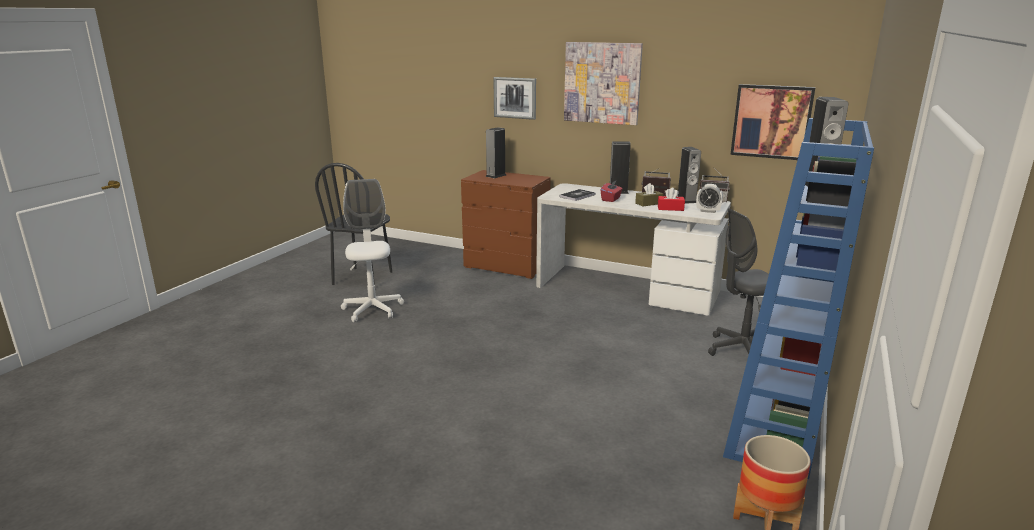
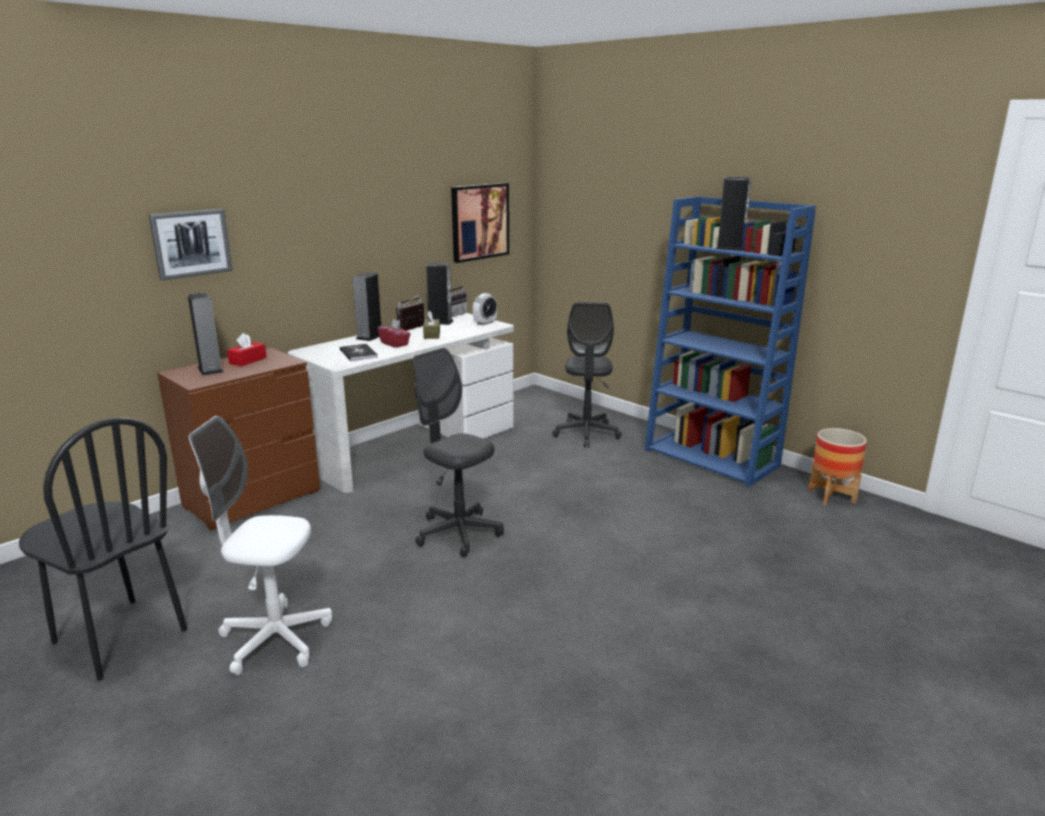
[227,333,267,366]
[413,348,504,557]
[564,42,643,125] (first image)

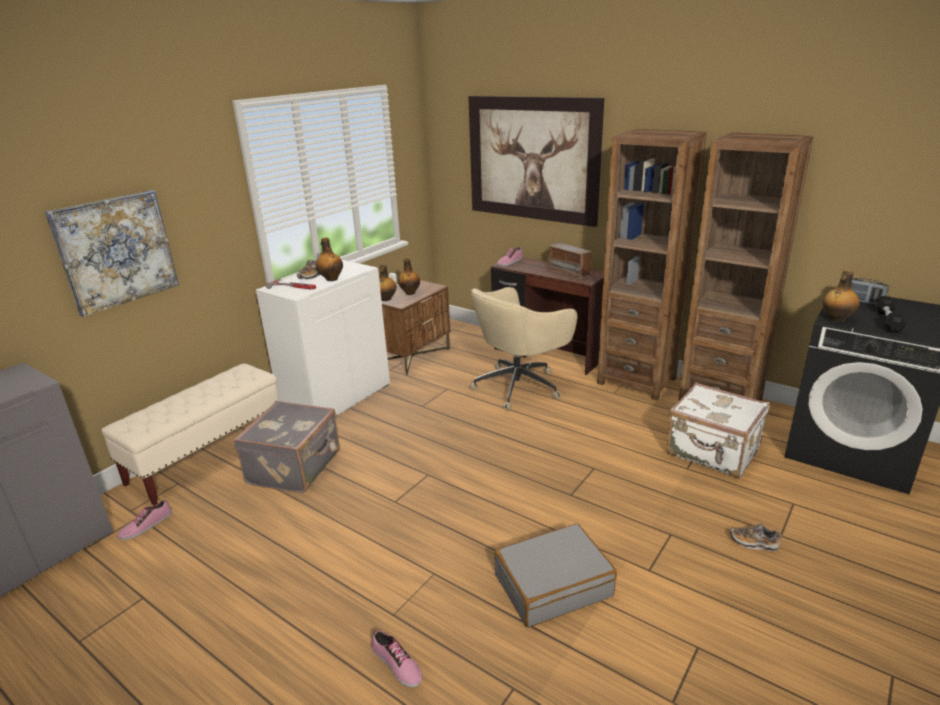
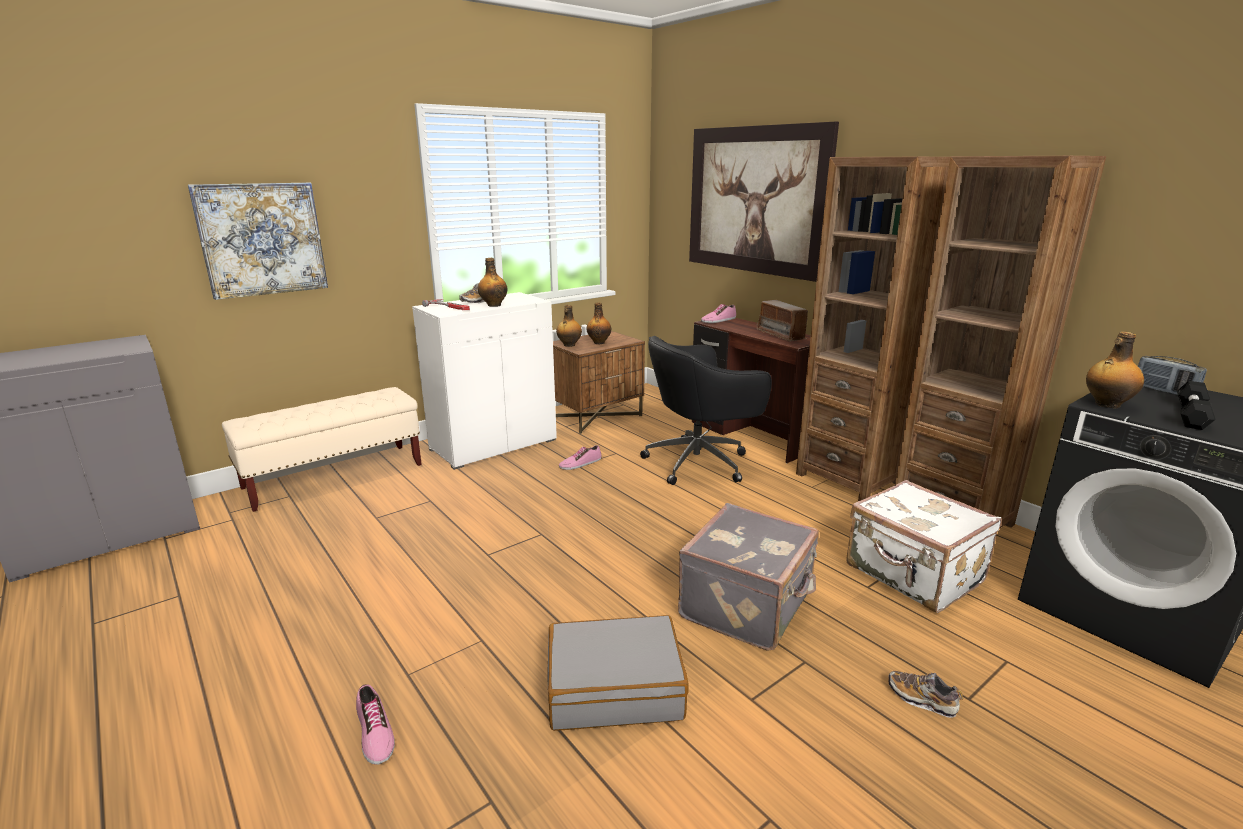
[559,445,601,470]
[640,336,772,485]
[678,503,819,651]

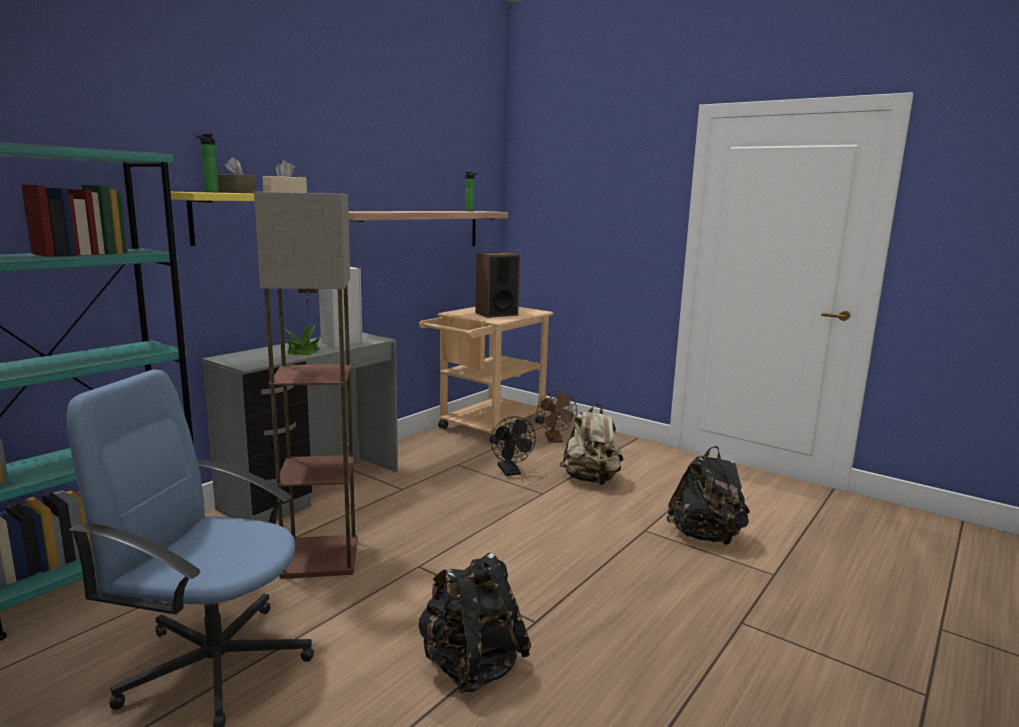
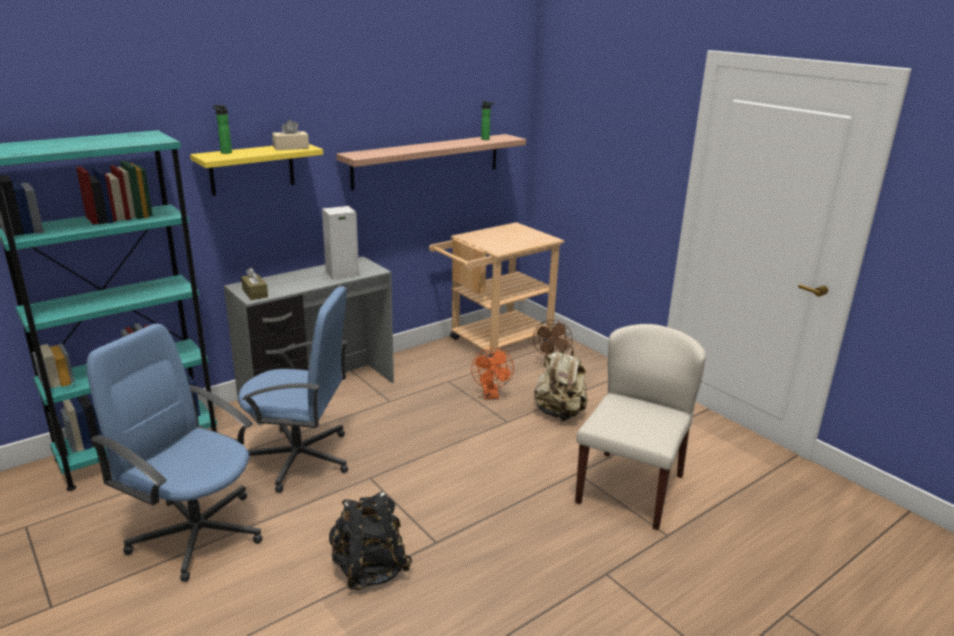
[238,286,348,493]
[241,267,268,300]
[471,348,514,399]
[575,324,706,530]
[284,323,322,355] (first image)
[475,252,520,318] (first image)

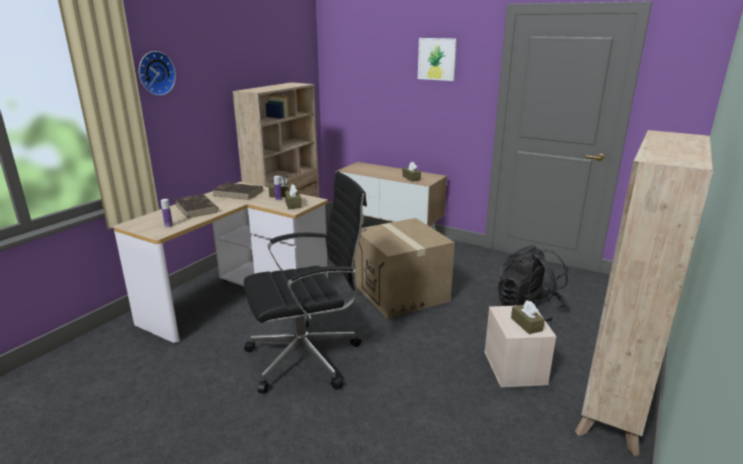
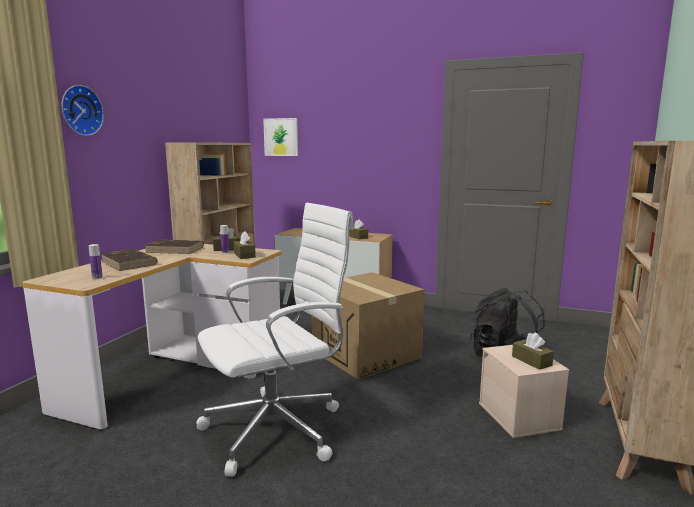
[196,203,354,476]
[263,118,298,156]

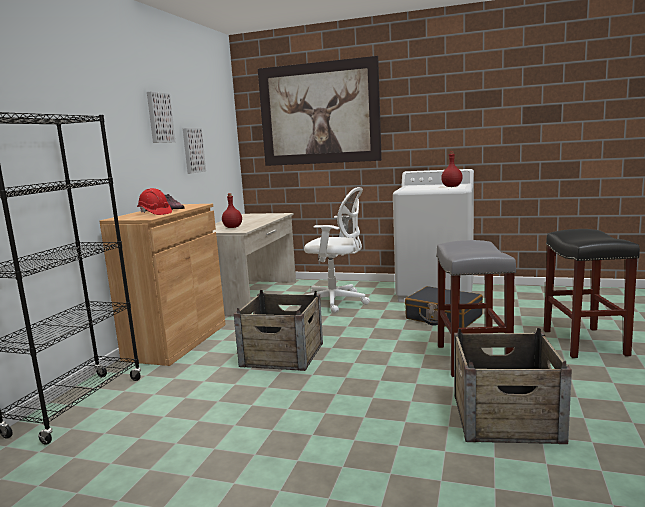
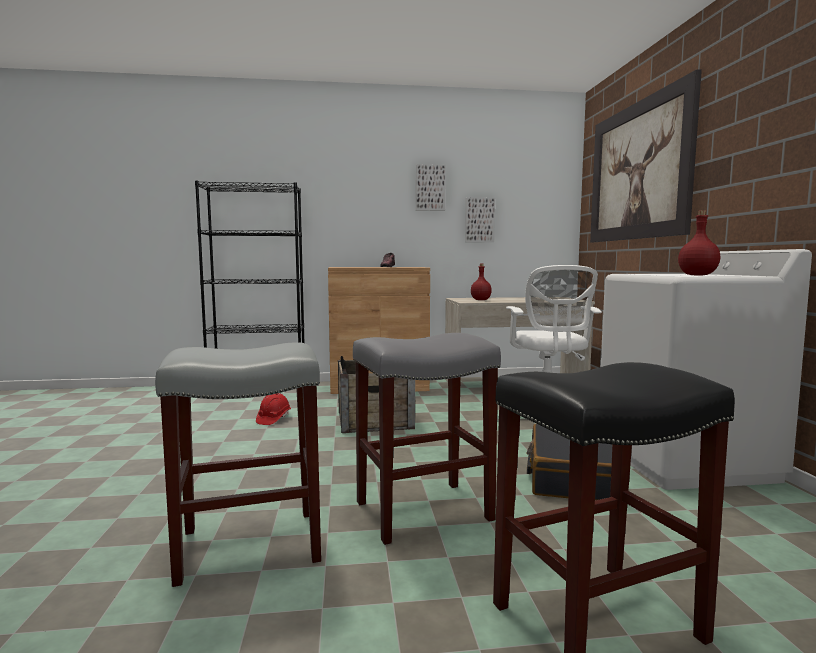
[155,342,321,587]
[256,393,291,425]

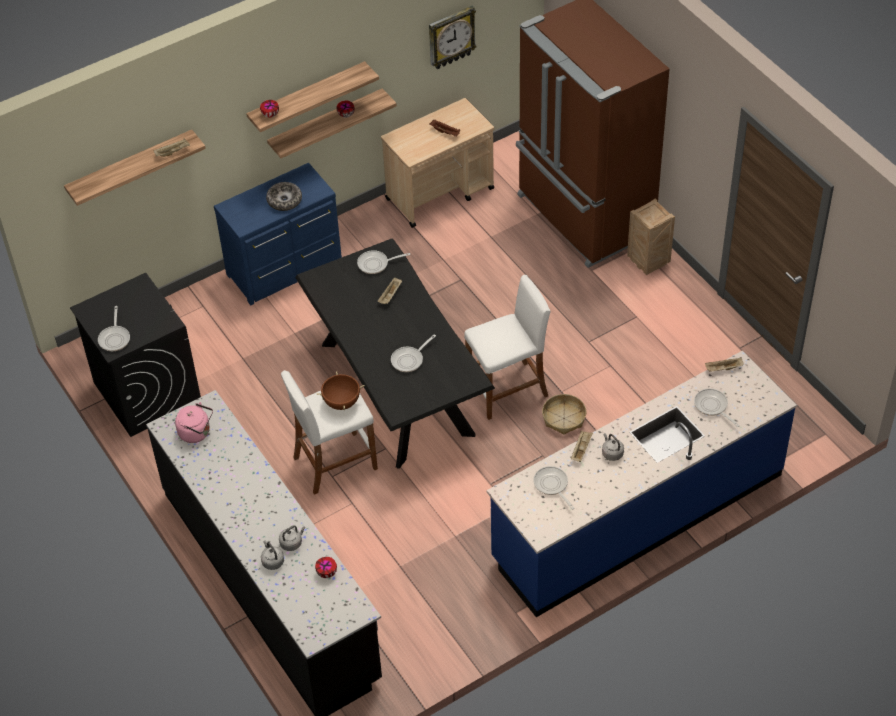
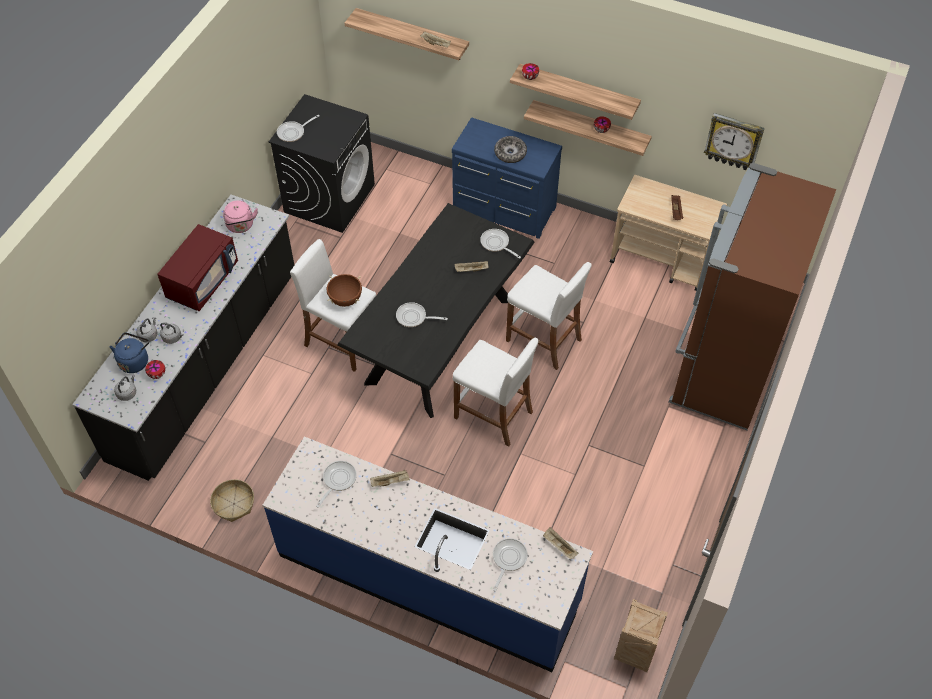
[109,333,149,373]
[114,375,136,401]
[157,224,238,311]
[210,479,254,522]
[506,262,592,370]
[614,599,668,672]

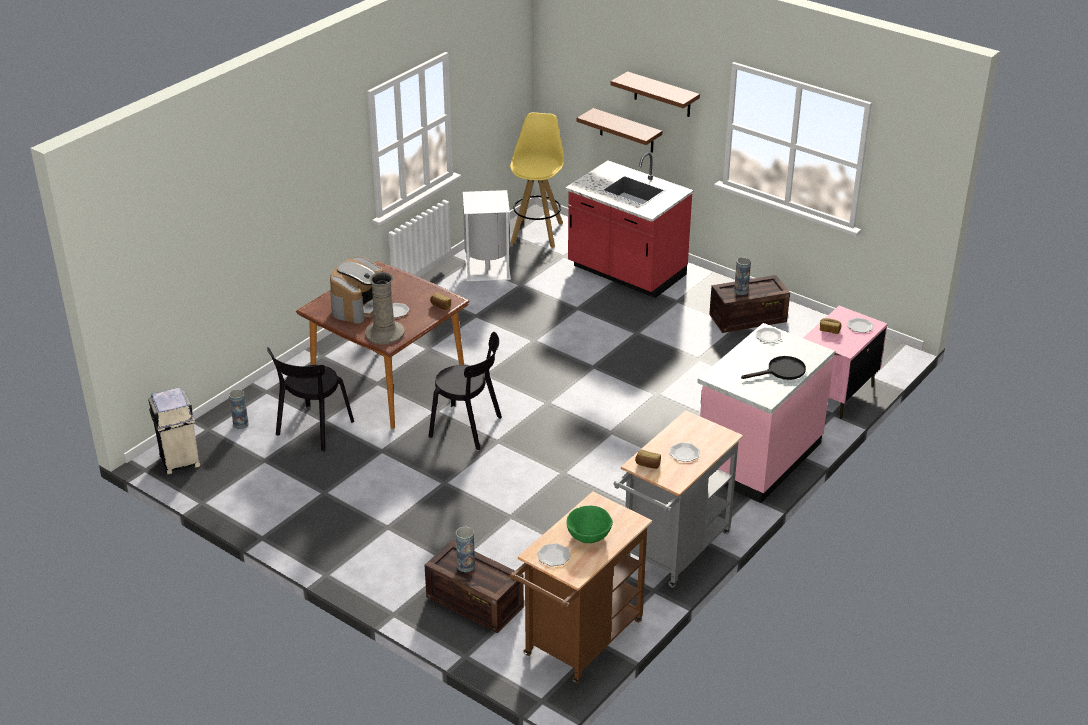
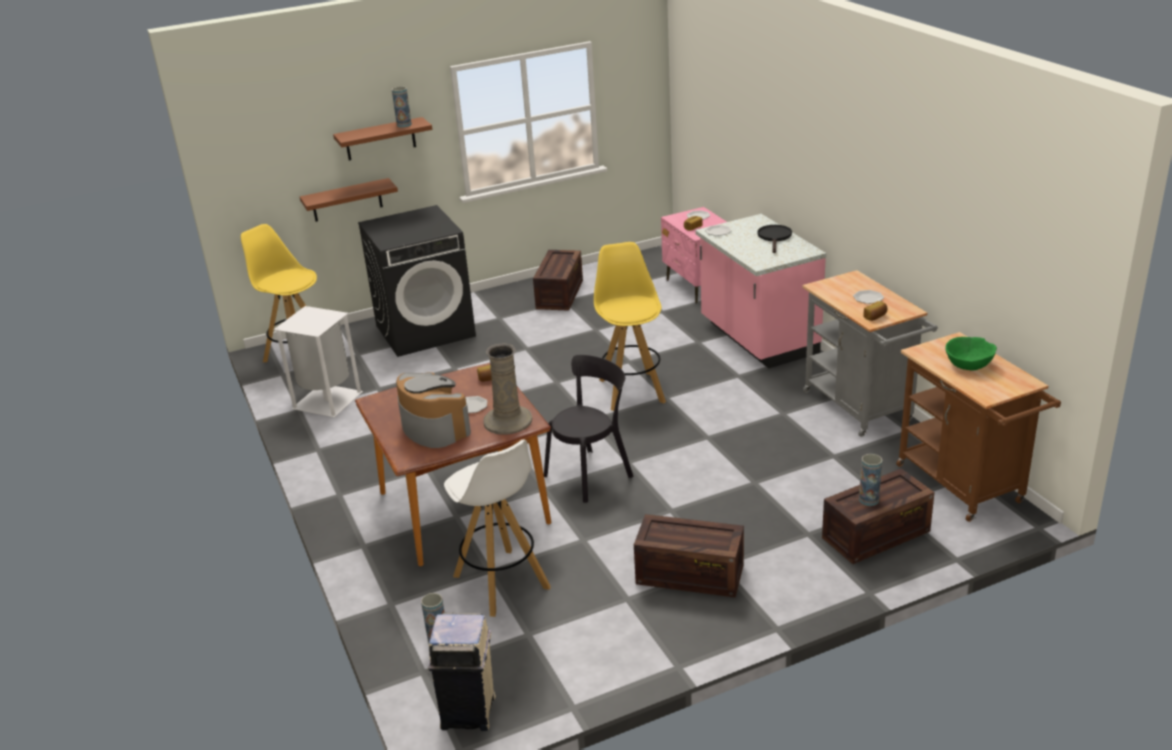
[358,205,476,357]
[392,87,412,128]
[444,440,551,617]
[594,242,666,411]
[634,514,744,598]
[537,543,571,566] (first image)

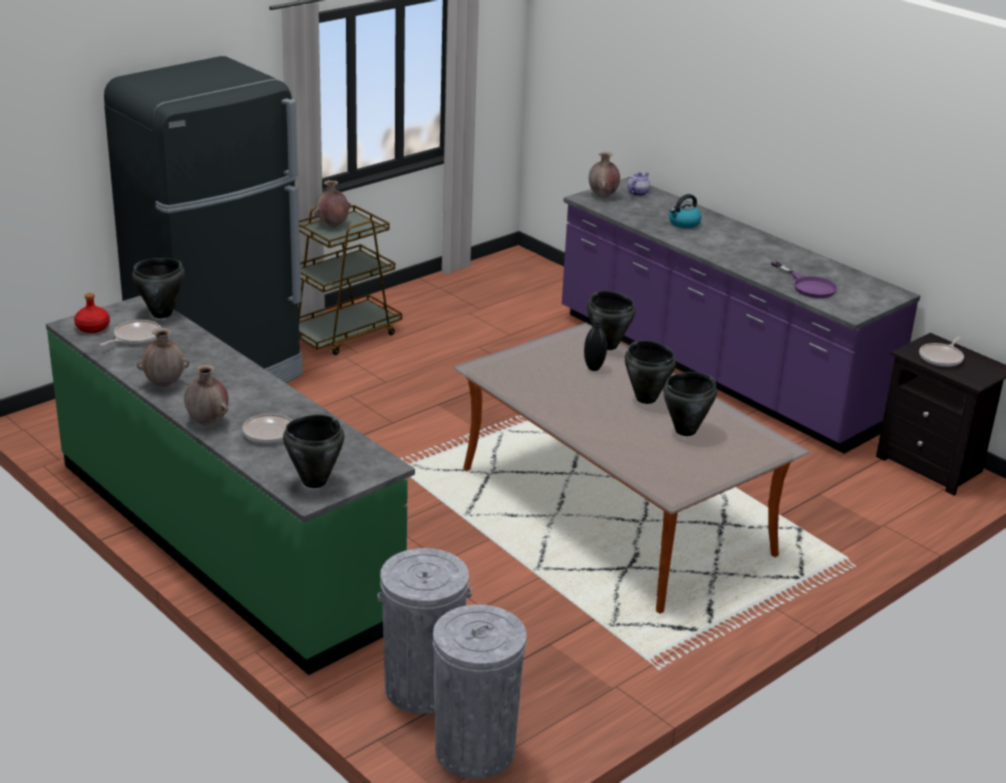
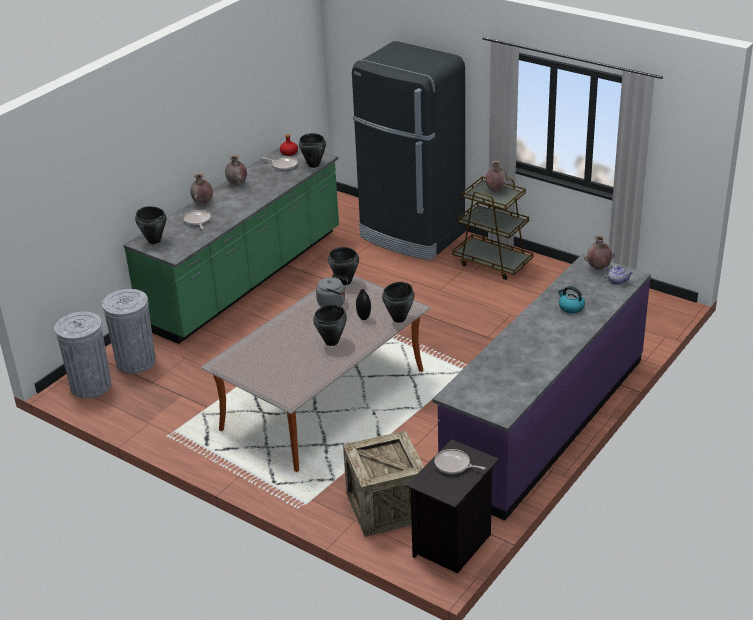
[316,275,348,307]
[328,247,359,286]
[343,430,424,537]
[771,261,838,298] (first image)

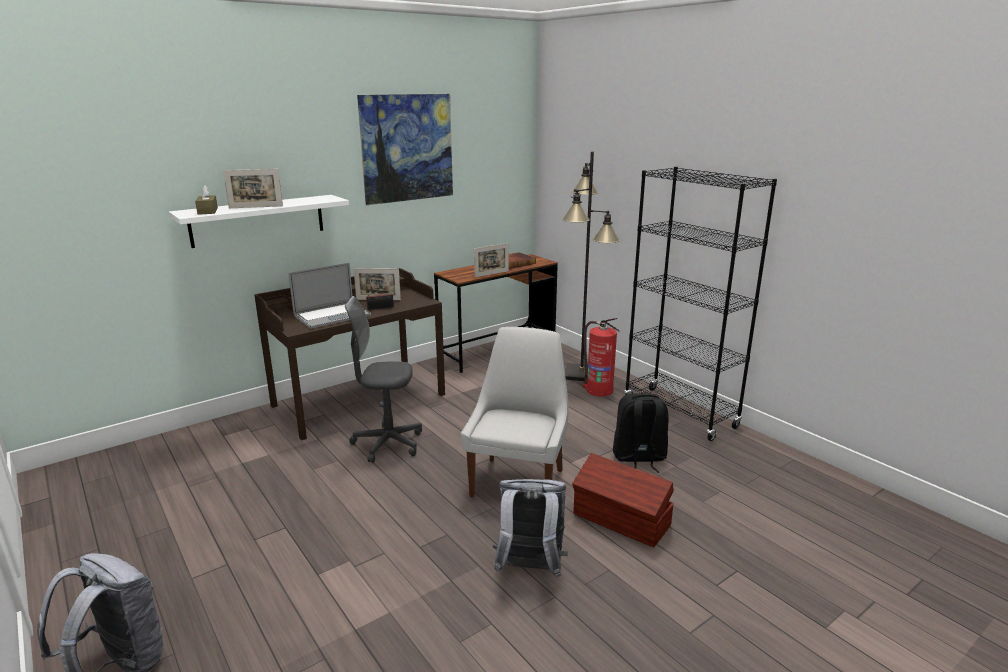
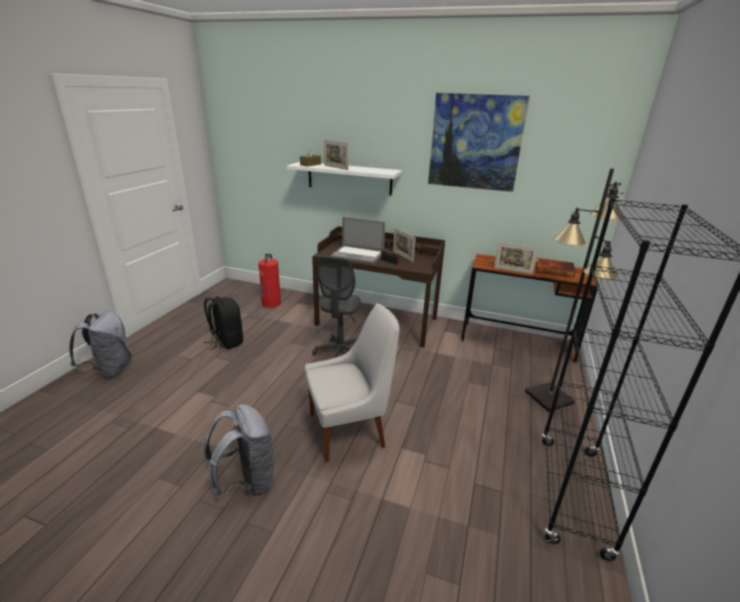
[204,296,243,350]
[258,253,281,308]
[312,256,361,358]
[572,453,674,548] (first image)

